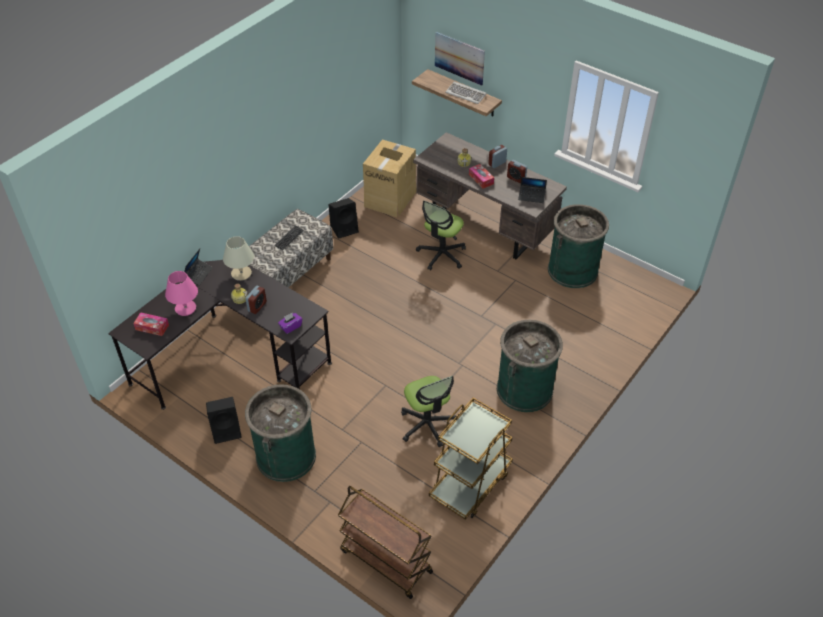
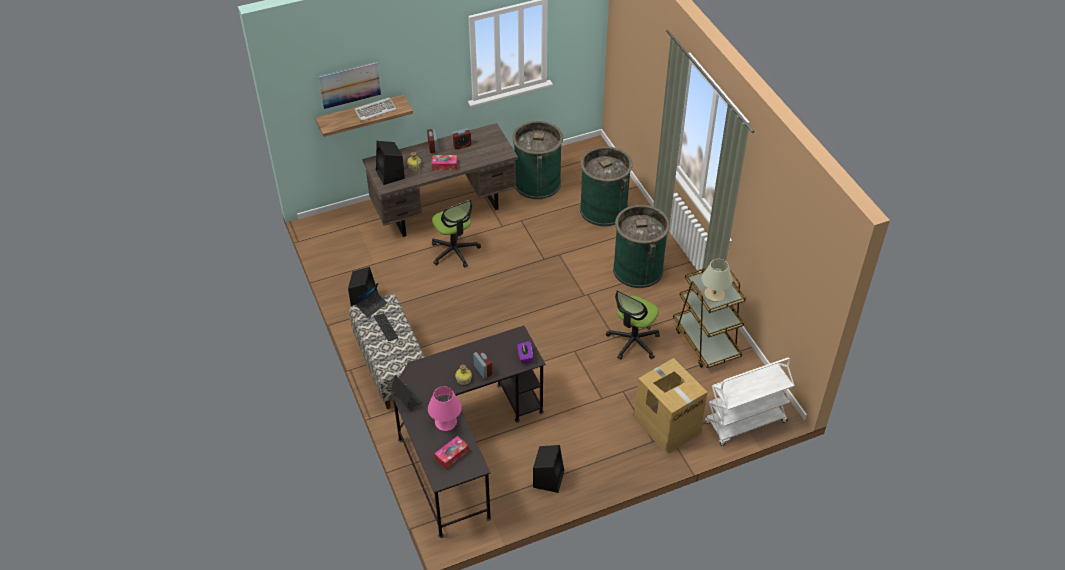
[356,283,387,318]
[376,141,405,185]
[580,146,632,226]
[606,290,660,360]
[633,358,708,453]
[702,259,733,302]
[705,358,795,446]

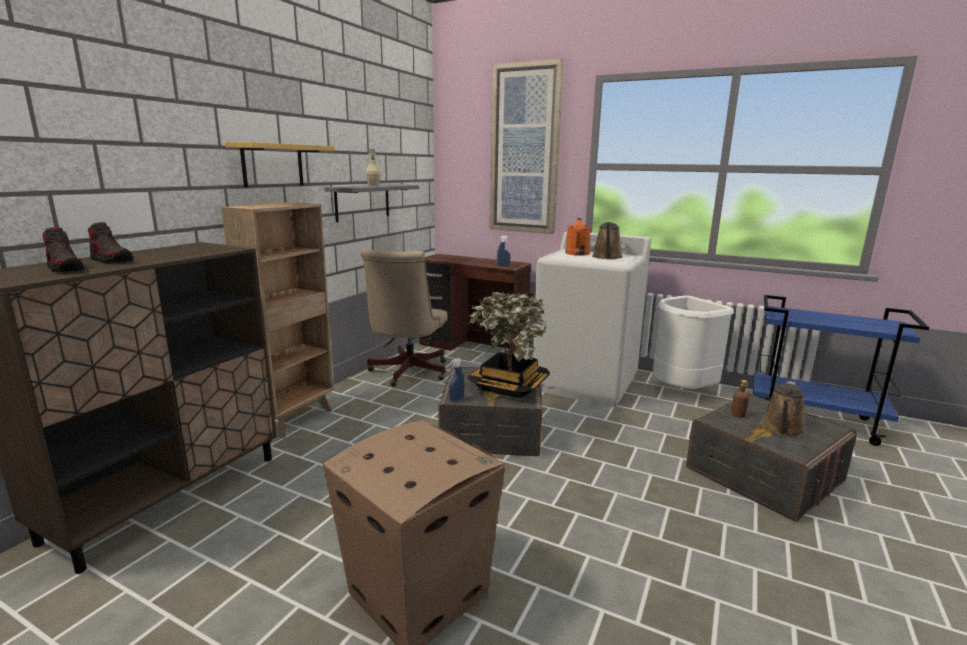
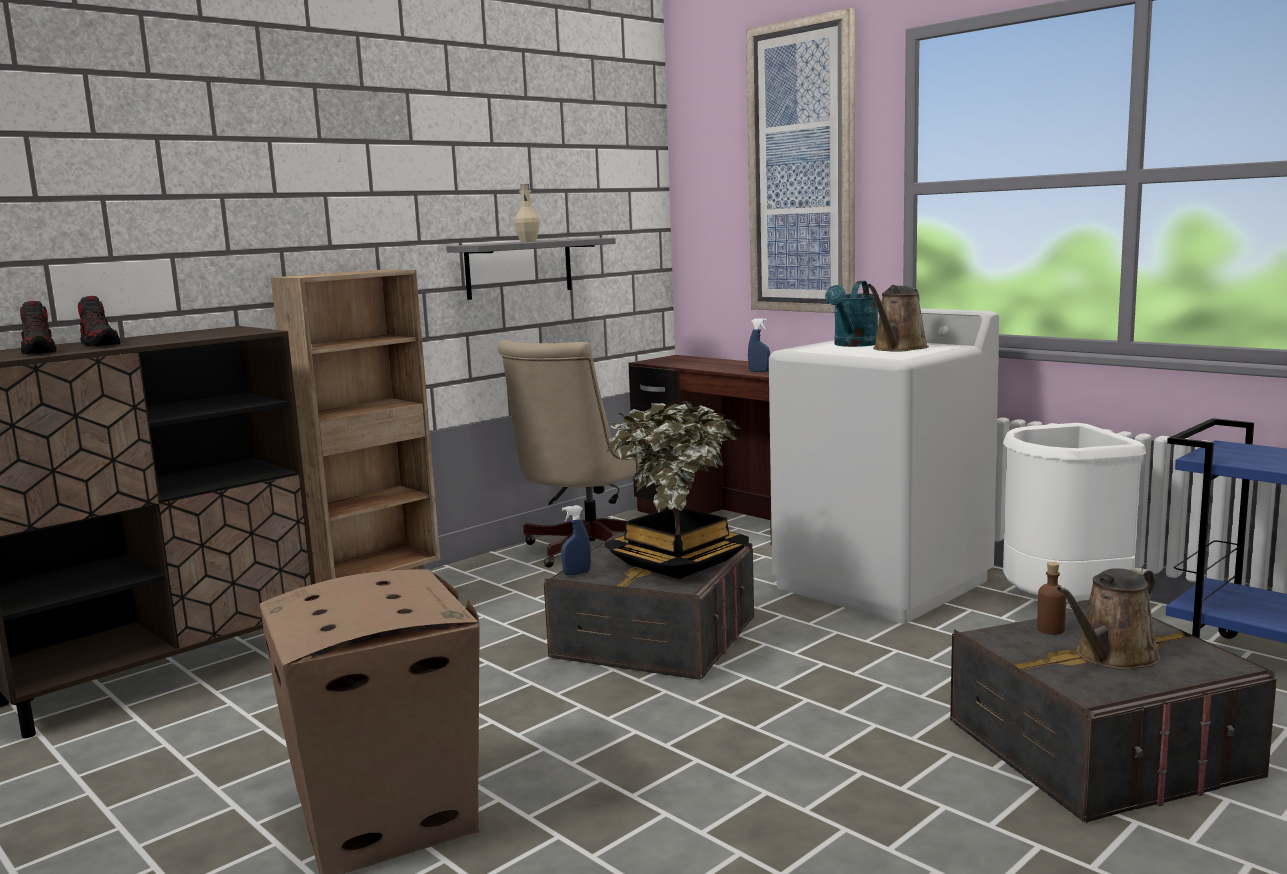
[825,281,878,347]
[225,142,335,188] (first image)

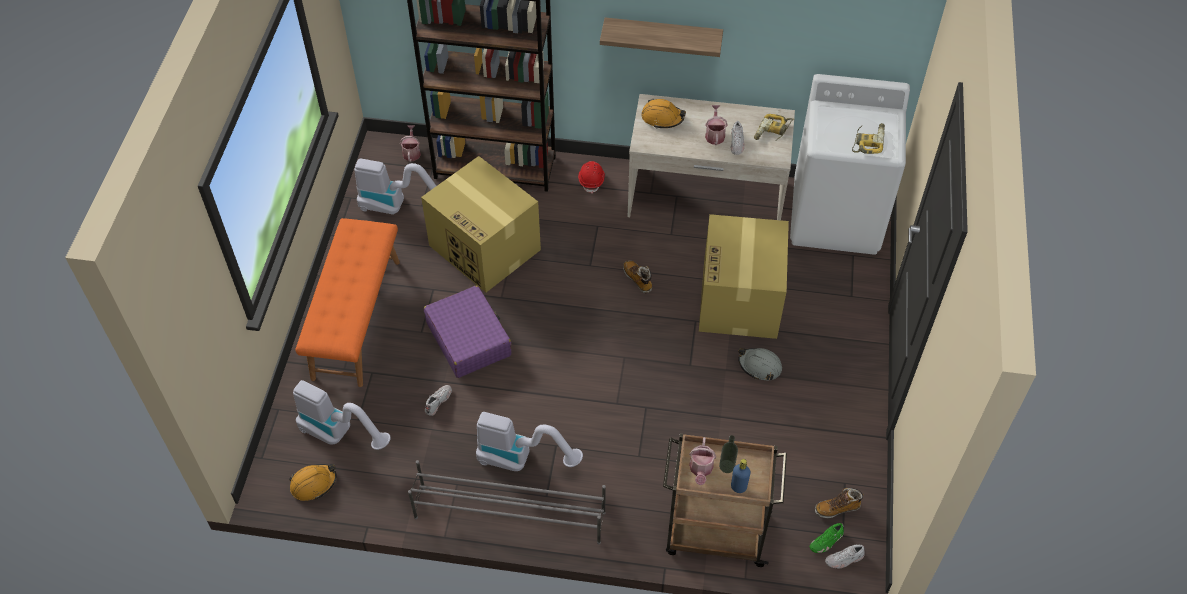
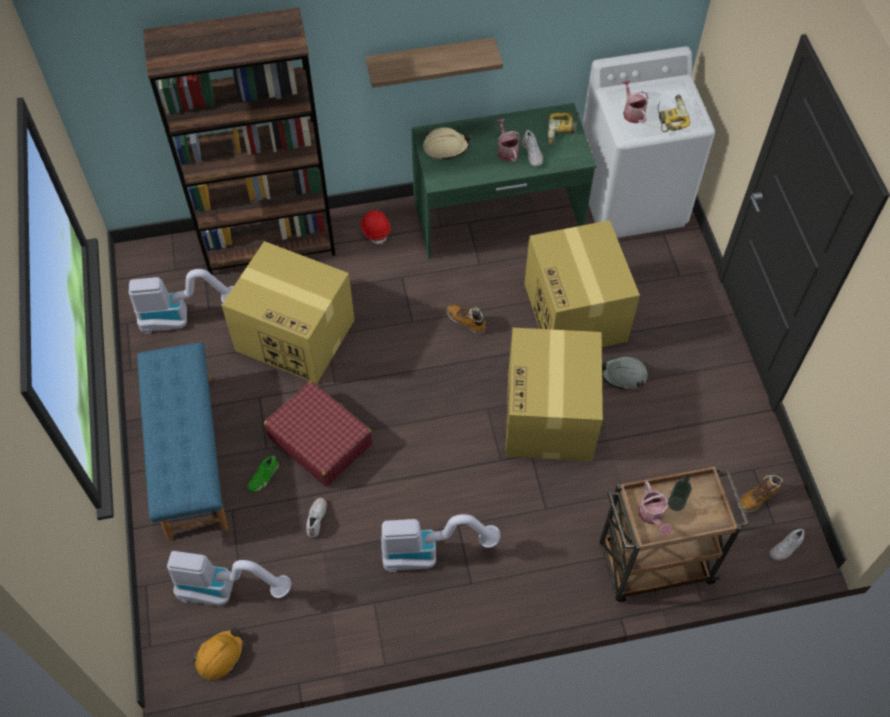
[137,342,228,541]
[248,455,279,492]
[264,381,372,486]
[411,103,597,259]
[423,127,471,160]
[505,328,603,461]
[622,79,648,123]
[408,460,606,544] (first image)
[731,459,751,493] (first image)

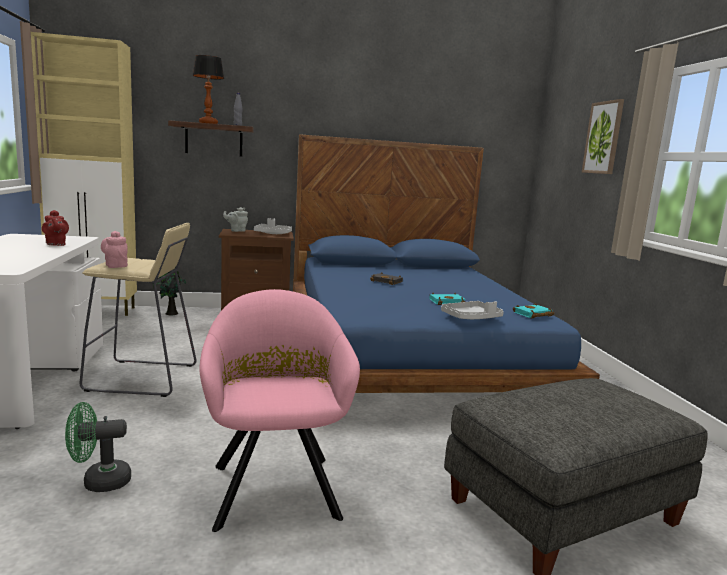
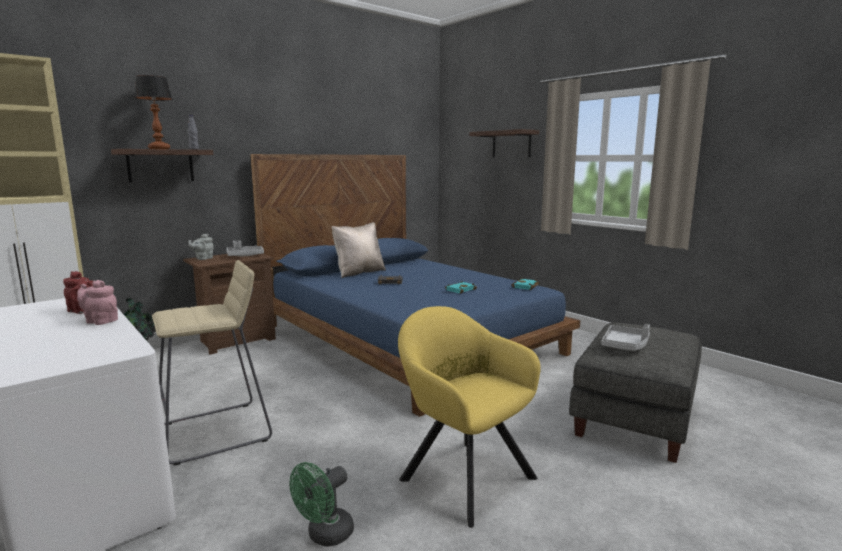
[77,280,118,325]
[332,222,386,278]
[398,306,541,528]
[469,129,539,157]
[601,324,650,351]

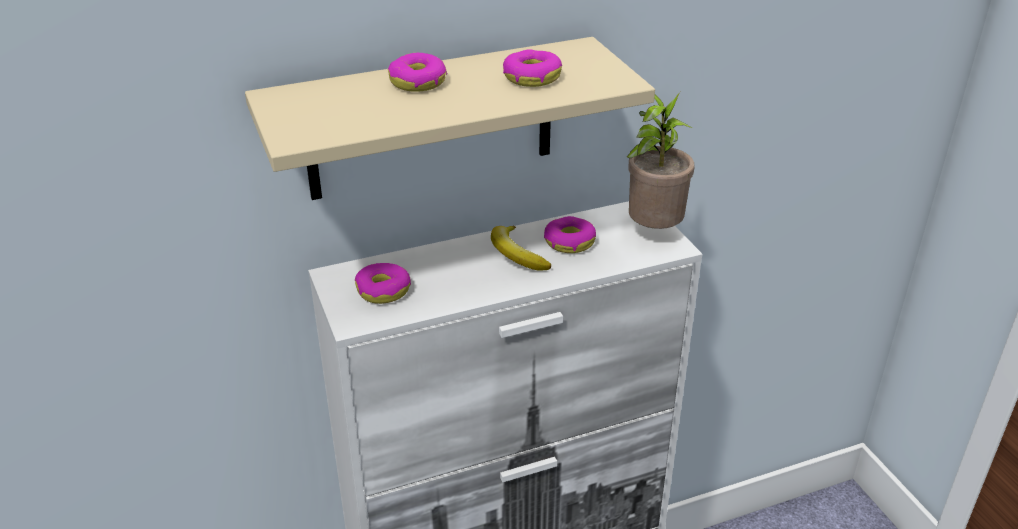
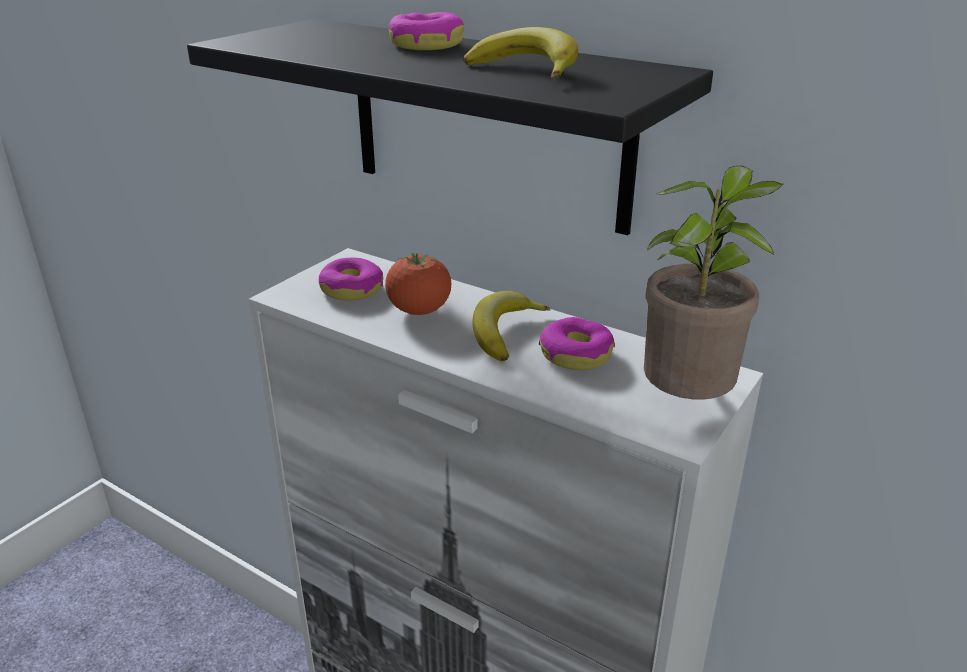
[187,19,713,235]
[385,253,451,315]
[463,27,578,79]

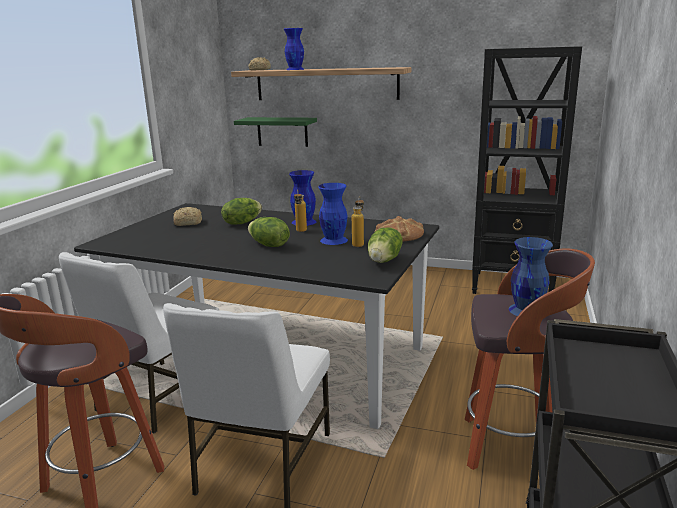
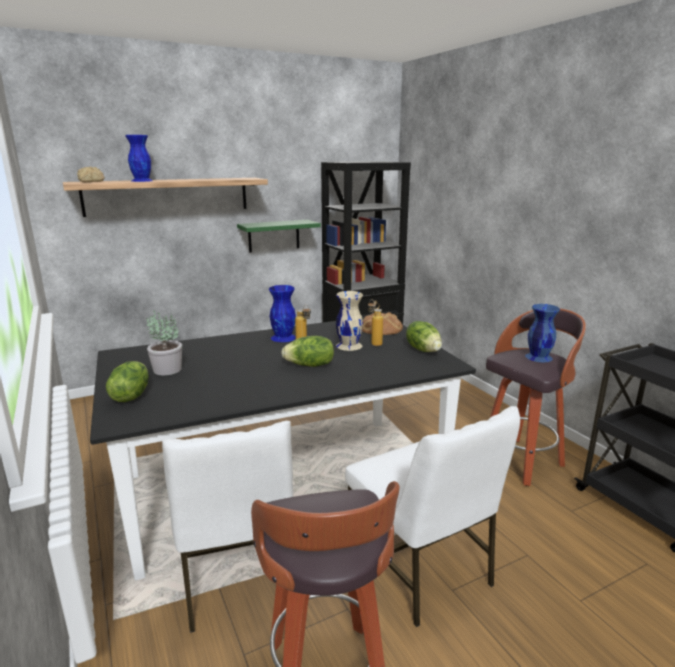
[106,361,149,402]
[146,311,182,375]
[237,220,321,253]
[336,291,363,351]

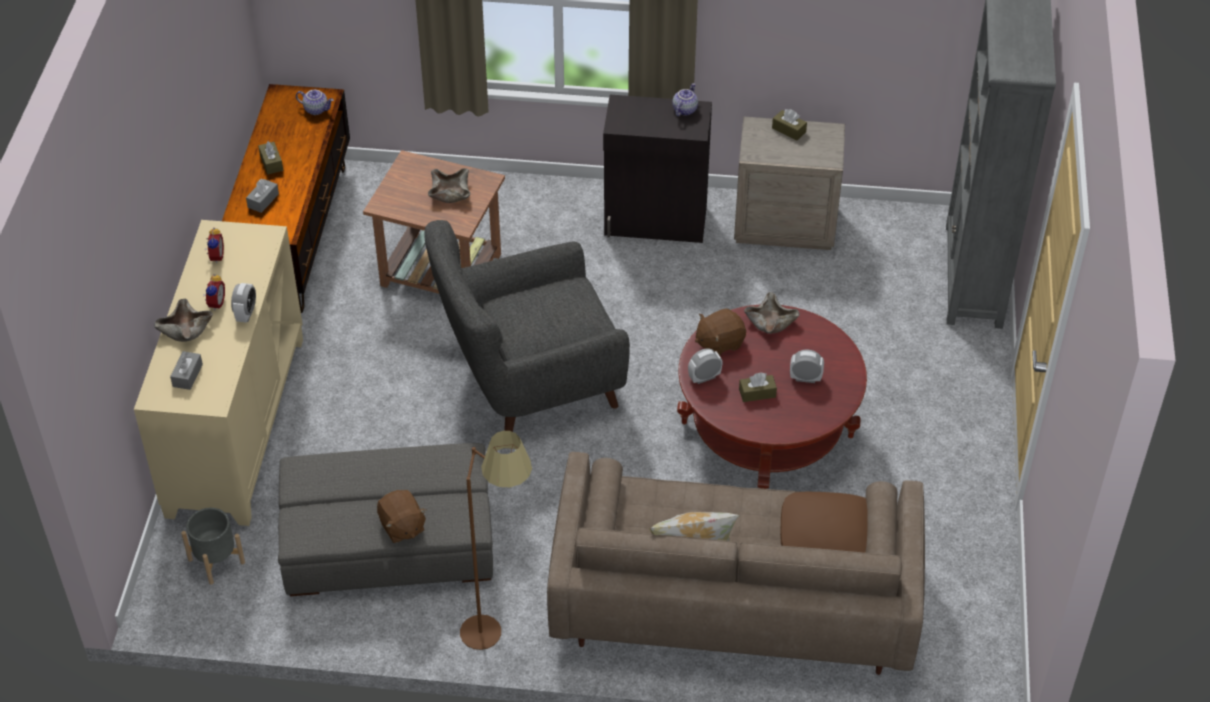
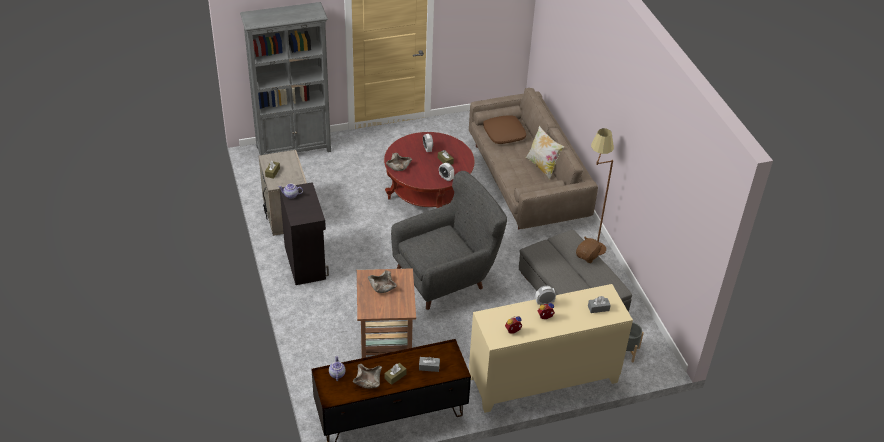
[353,364,382,388]
[391,171,507,310]
[695,308,746,356] (first image)

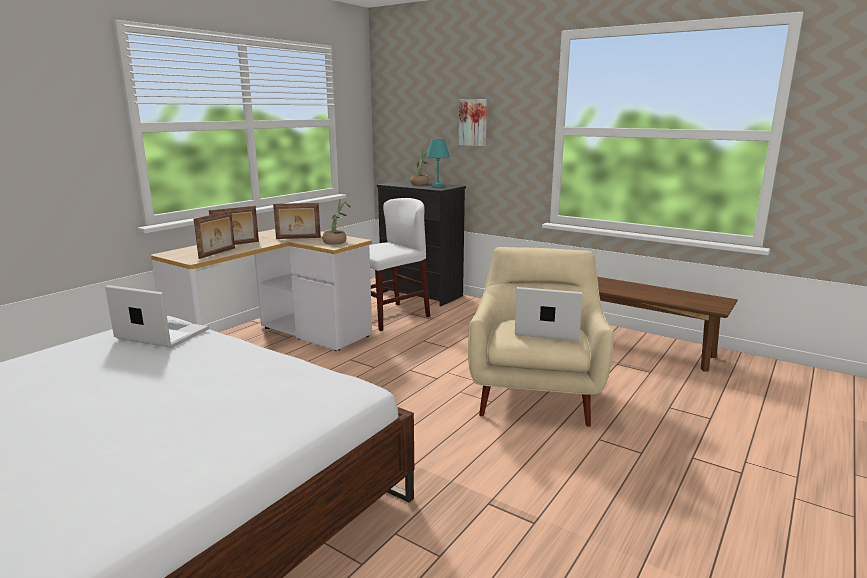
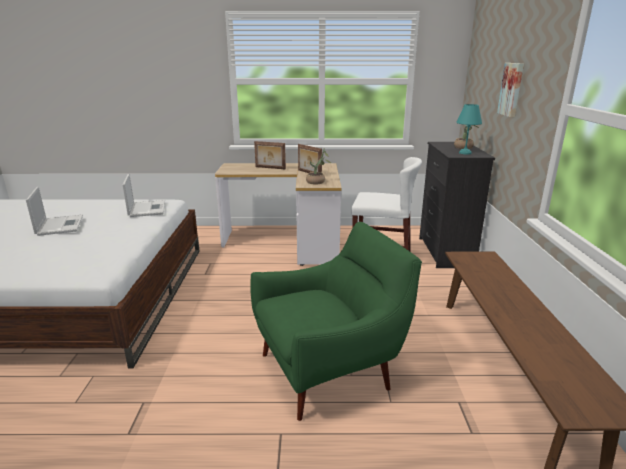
[26,187,83,236]
[250,222,422,421]
[194,211,235,259] (first image)

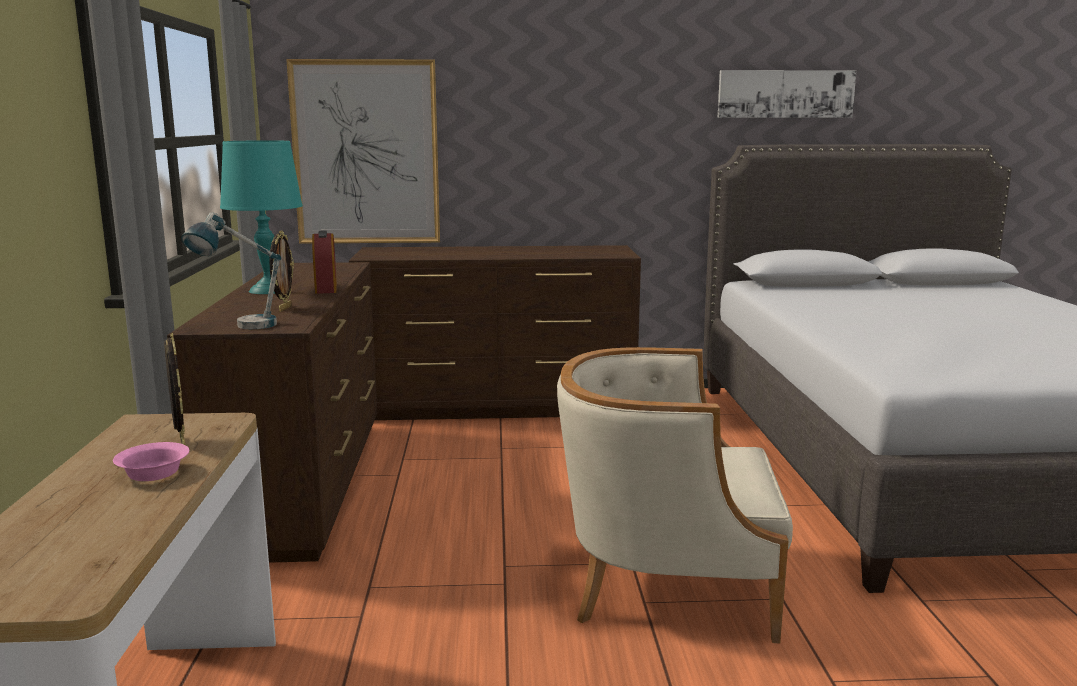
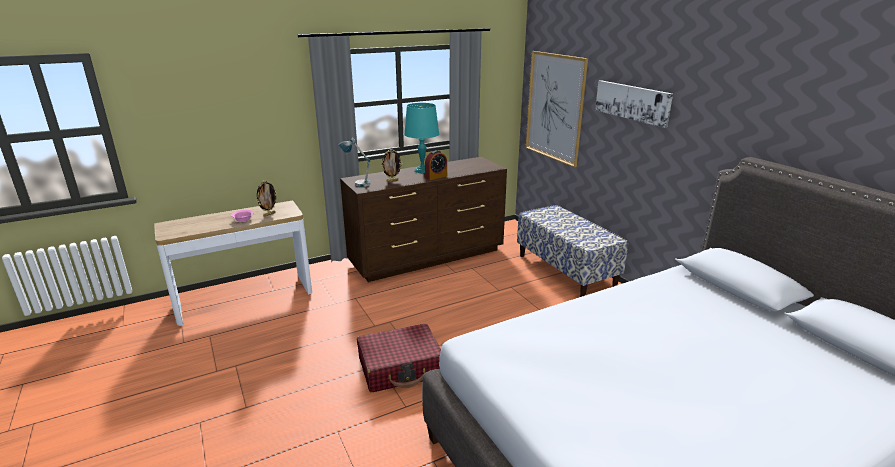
[357,324,441,392]
[517,205,628,297]
[595,80,673,128]

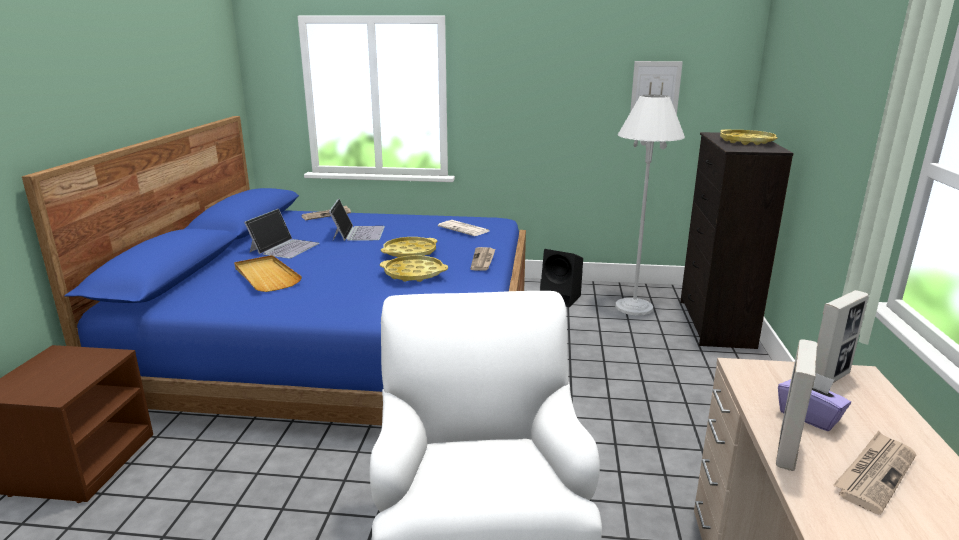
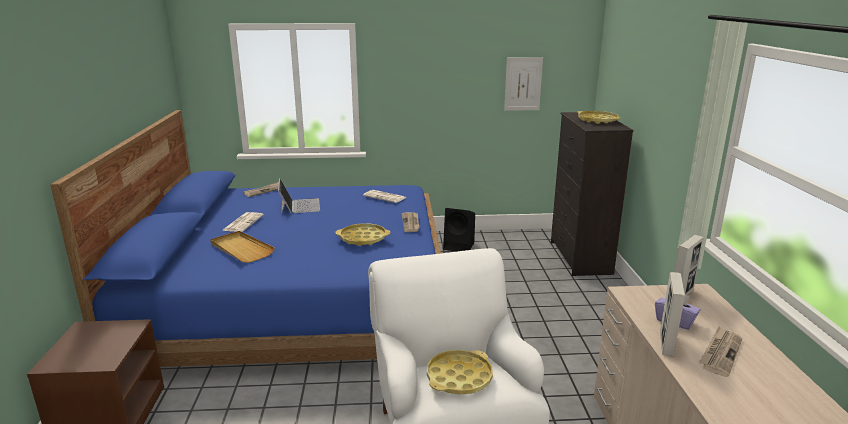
[222,212,264,232]
[427,350,493,395]
[615,95,685,315] (first image)

